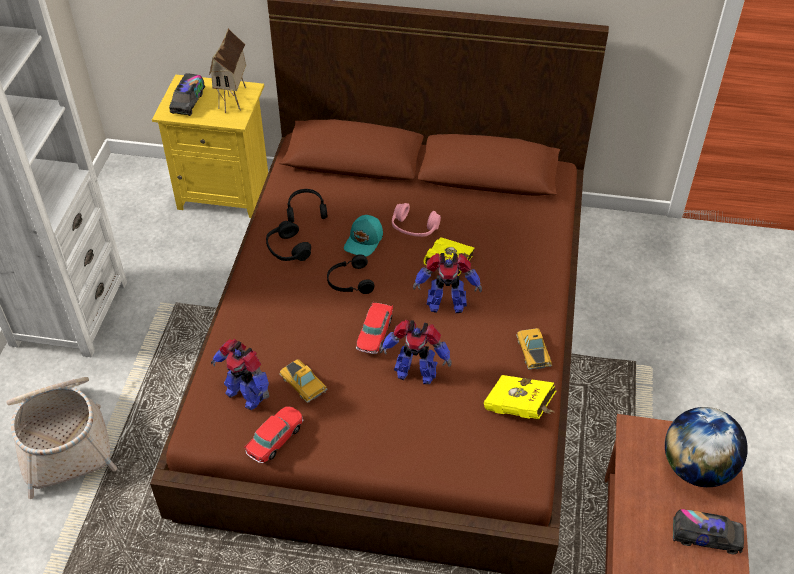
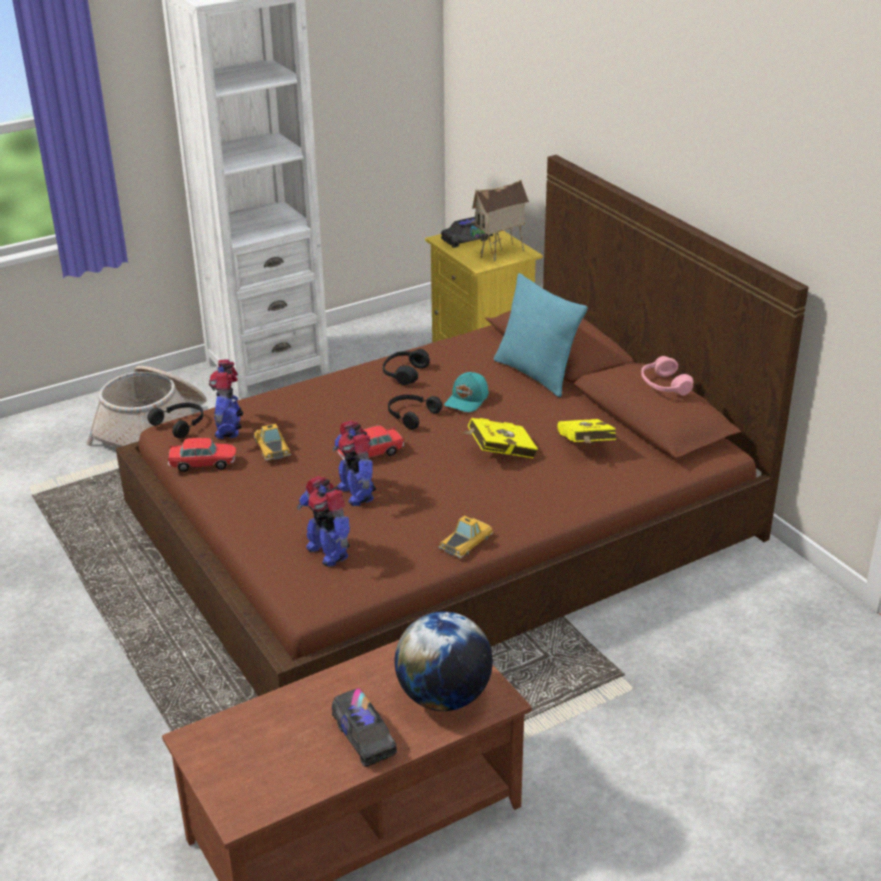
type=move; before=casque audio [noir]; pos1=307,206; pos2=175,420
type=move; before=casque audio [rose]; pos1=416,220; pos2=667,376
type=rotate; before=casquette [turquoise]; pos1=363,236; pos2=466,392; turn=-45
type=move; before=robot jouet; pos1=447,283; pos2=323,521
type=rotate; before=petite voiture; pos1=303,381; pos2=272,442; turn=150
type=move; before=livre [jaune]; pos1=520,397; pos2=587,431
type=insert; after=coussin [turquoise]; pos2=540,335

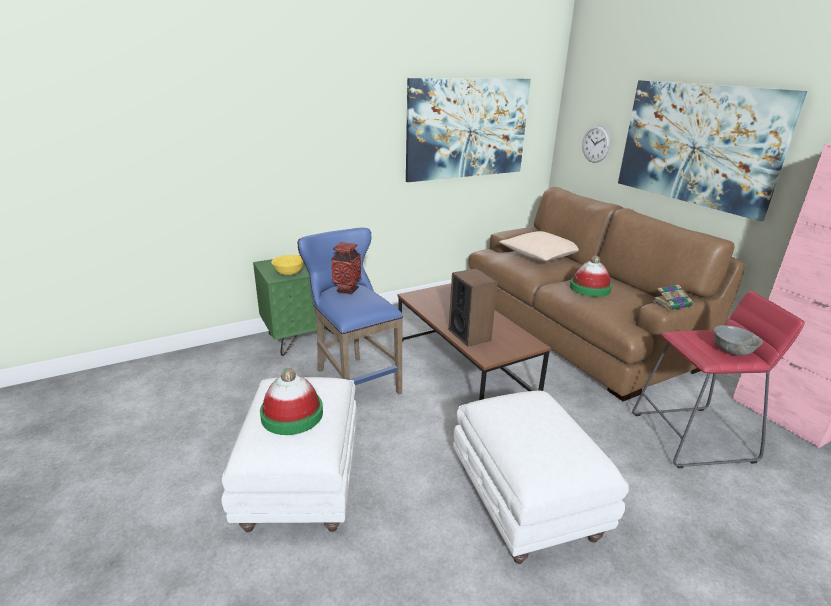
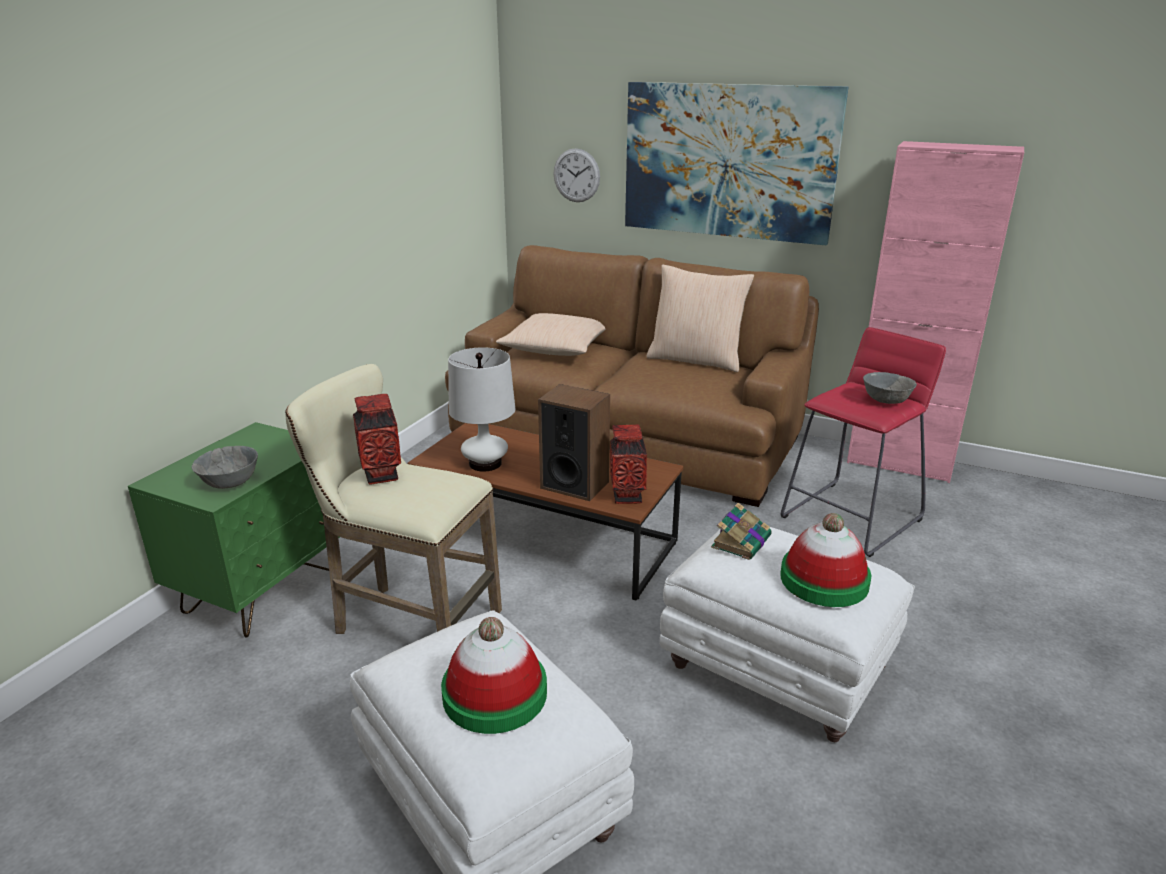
type=delete; before=tableau; pos1=468,130
type=recolor; before=tabouret [bleu]; after=tabouret [beige]; pos1=350,311; pos2=393,499
type=recolor; before=bol [jaune]; after=bol [gris]; pos1=287,265; pos2=225,467
type=move; before=chapeau; pos1=591,276; pos2=825,560
type=move; before=livre; pos1=672,297; pos2=741,531
type=insert; after=coussin [beige]; pos2=700,318
type=insert; after=lampe de table [blanc]; pos2=481,409
type=insert; after=vase; pos2=628,464

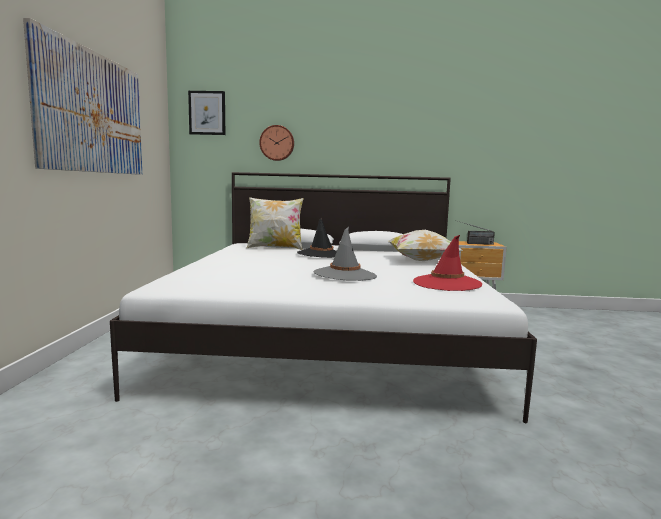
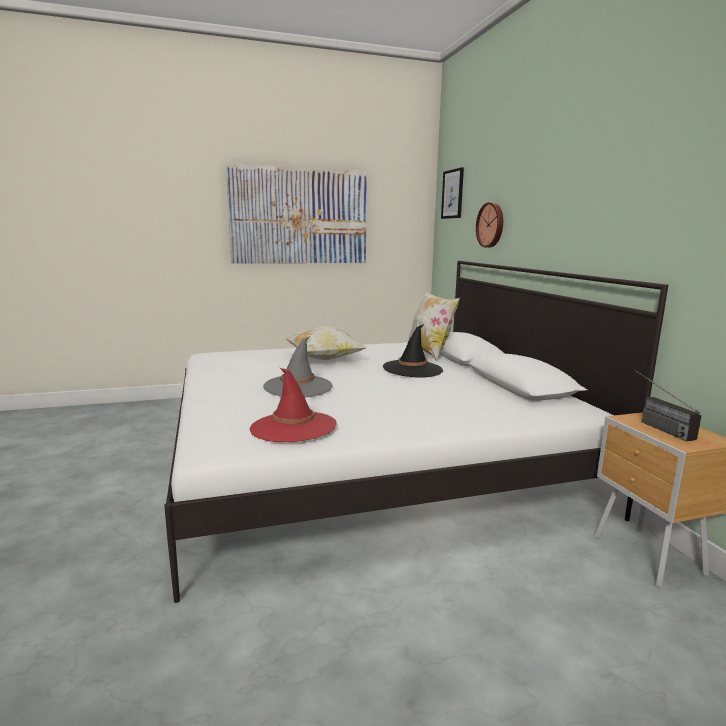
type=move; before=coussin; pos1=426,245; pos2=325,342

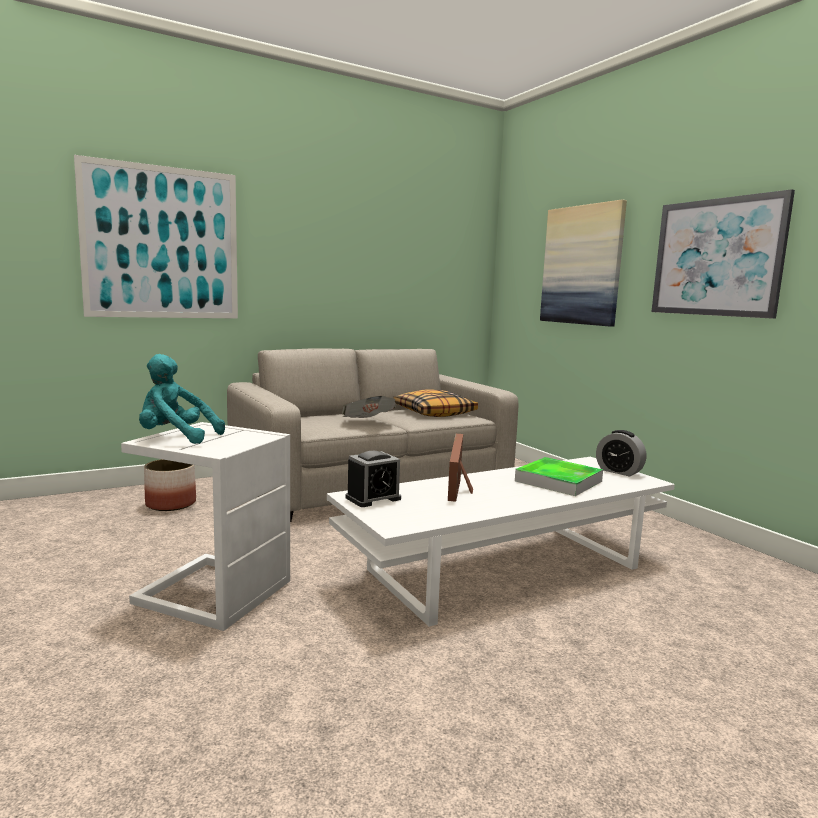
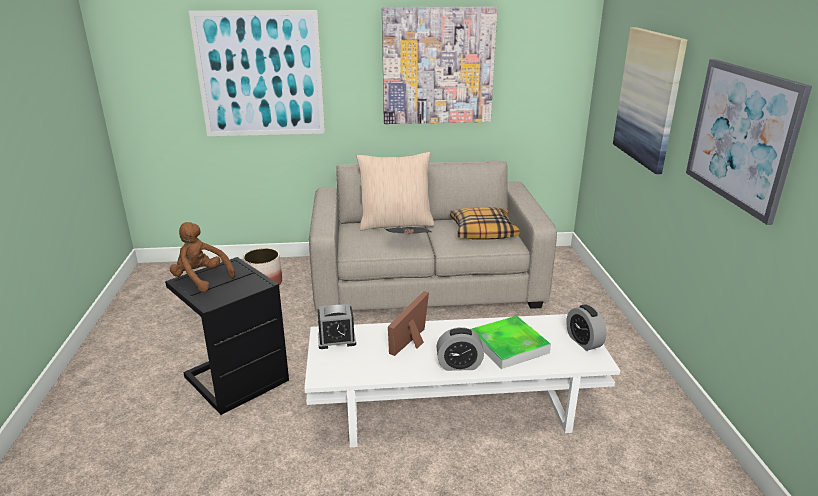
type=recolor; before=peluche [turquoise]; after=peluche [marron]; pos1=182,399; pos2=202,257
type=recolor; before=table d'appoint [blanc]; after=table d'appoint [noir]; pos1=205,526; pos2=227,336
type=insert; after=tableau; pos2=440,65
type=insert; after=coussin [beige]; pos2=395,191
type=insert; after=réveil; pos2=460,349

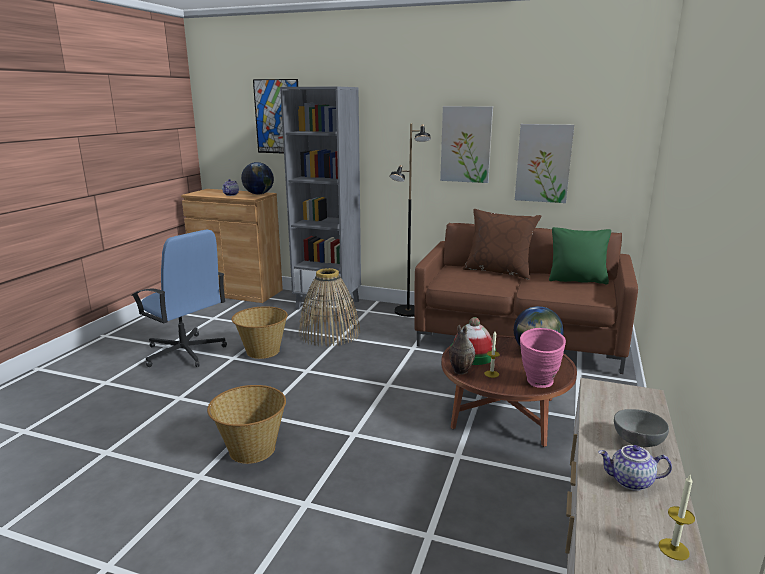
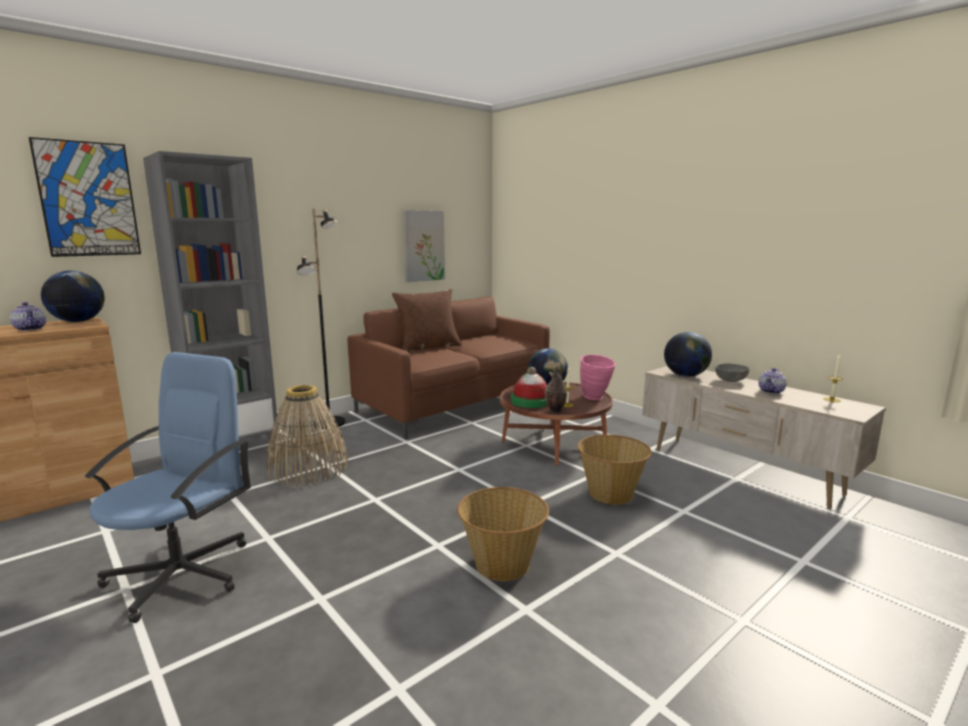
type=delete; before=tableau; pos1=466,144
type=delete; before=coussin [vert]; pos1=580,255
type=rotate; before=chaise de bureau [bleu]; pos1=179,298; pos2=168,487; turn=-45
type=move; before=panier; pos1=259,332; pos2=615,470
type=insert; after=globe; pos2=688,354

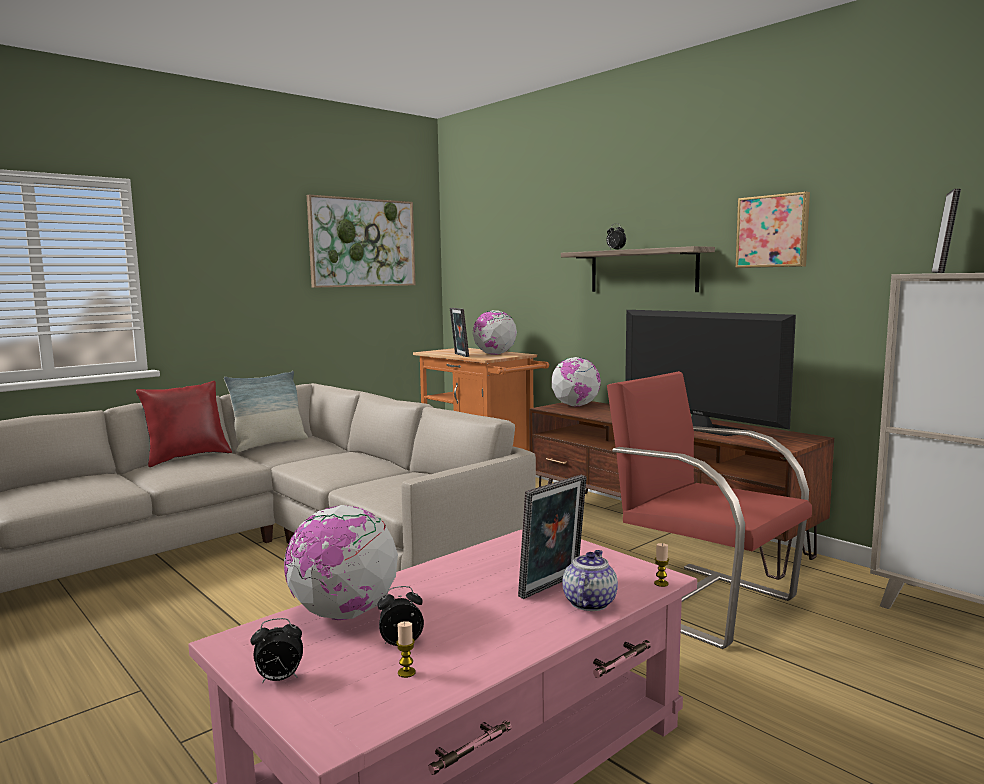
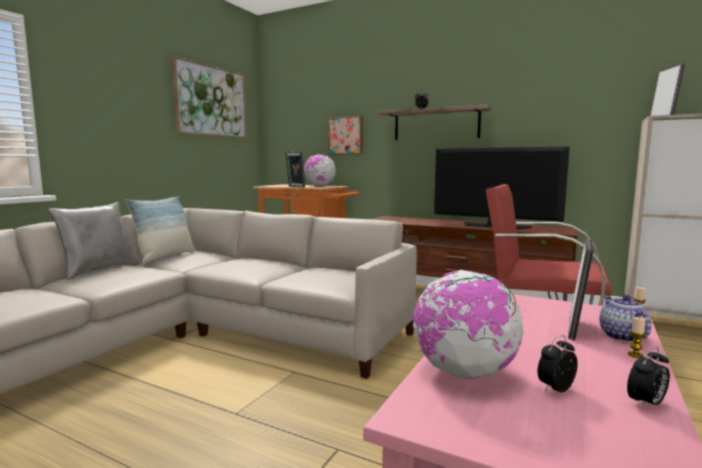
type=move; before=tableau; pos1=772,230; pos2=345,135
type=delete; before=globe; pos1=576,381
type=recolor; before=coussin [rouge]; after=coussin [gris]; pos1=184,424; pos2=93,241
type=move; before=réveil; pos1=276,650; pos2=648,378
type=move; before=bougie; pos1=406,649; pos2=637,337

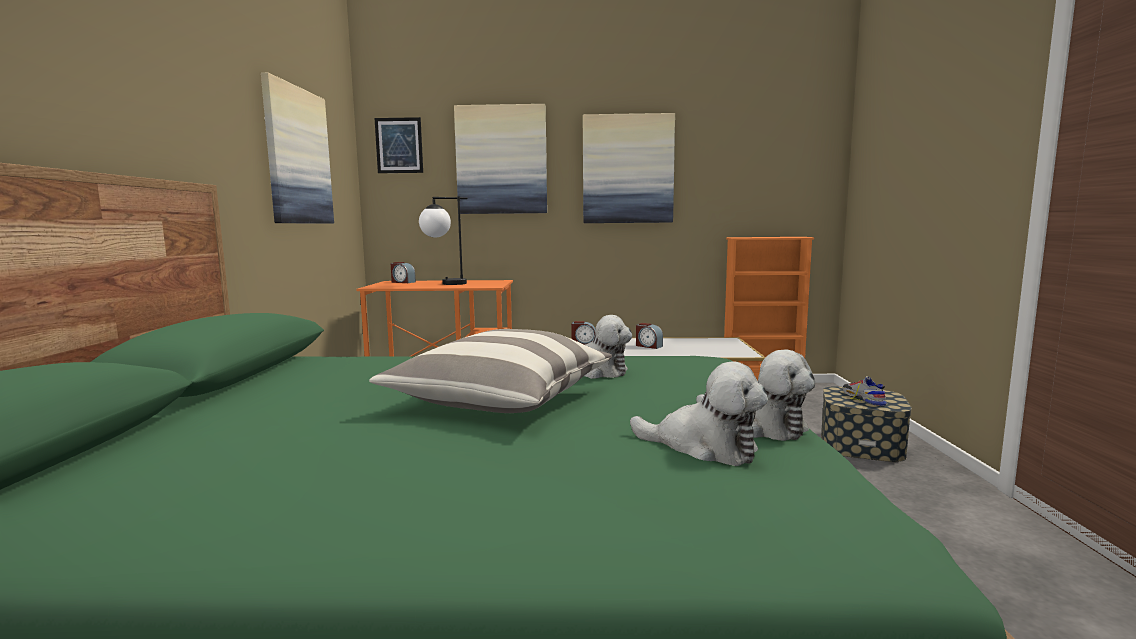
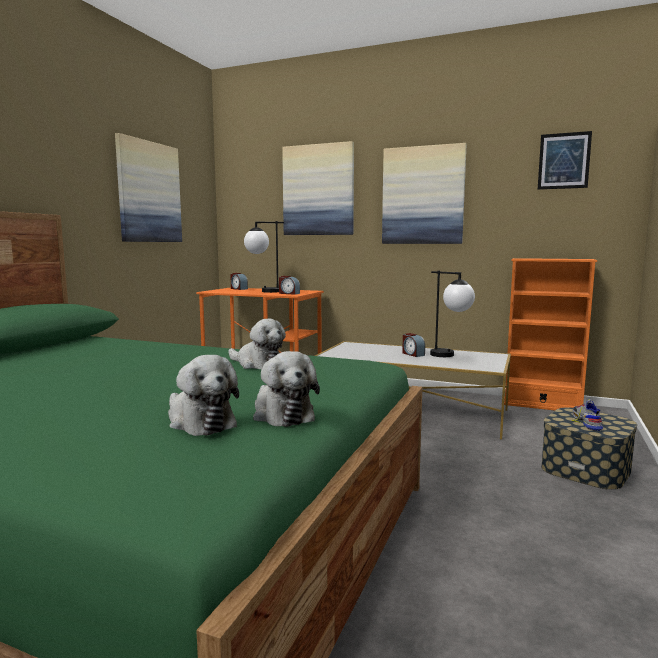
type=move; before=tableau; pos1=398,145; pos2=565,160
type=move; before=réveil; pos1=583,332; pos2=289,285
type=delete; before=coussin; pos1=490,371
type=insert; after=lampe de table; pos2=452,314

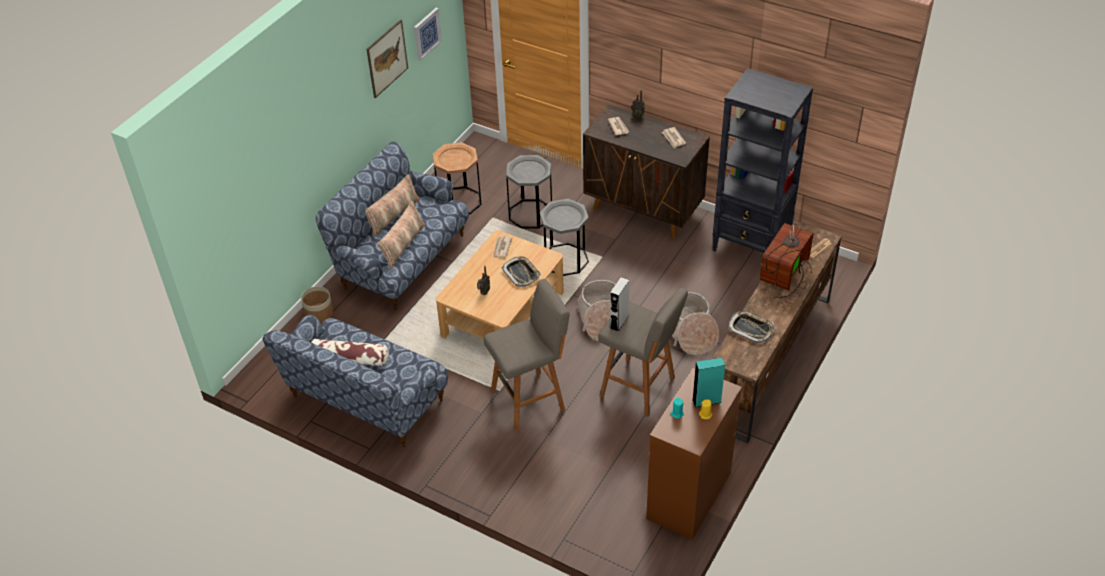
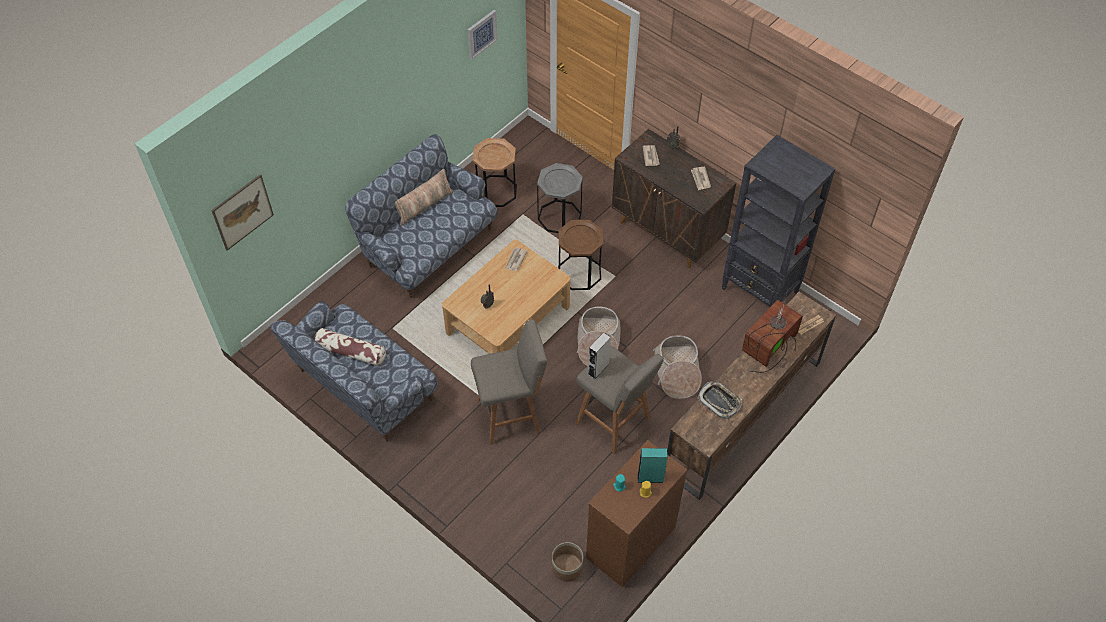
type=move; before=tableau; pos1=387,58; pos2=242,212
type=recolor; before=table d'appoint [gris]; after=table d'appoint [marron]; pos1=564,237; pos2=580,255
type=delete; before=coussin; pos1=401,235
type=delete; before=plateau; pos1=521,271
type=move; before=cache-pot; pos1=317,304; pos2=567,562

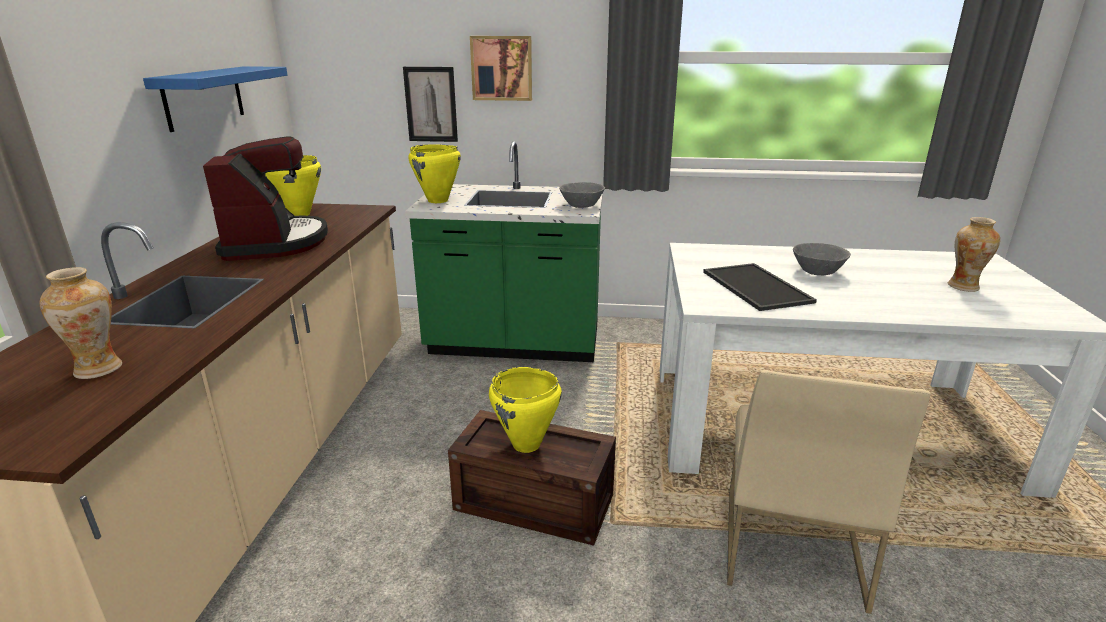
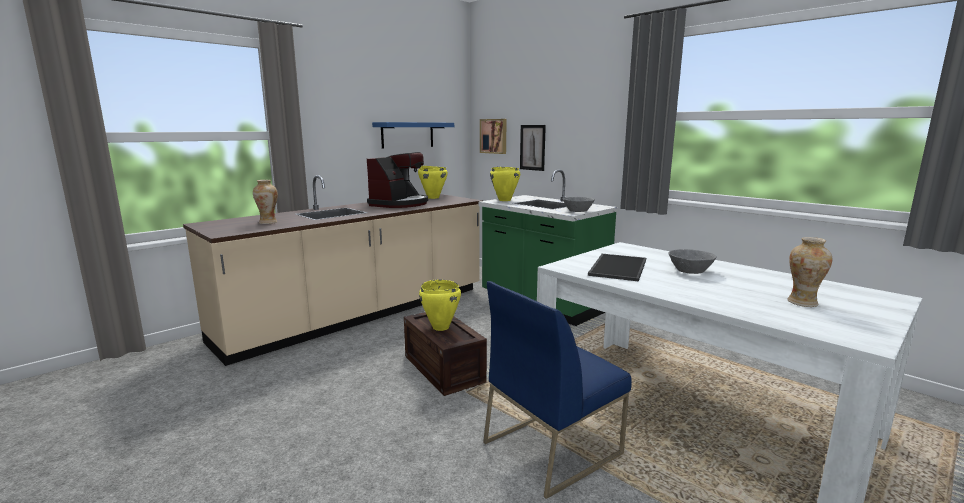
type=move; before=tableau; pos1=501,68; pos2=493,136
type=recolor; before=chaise [beige]; after=chaise [bleu]; pos1=829,492; pos2=557,390

